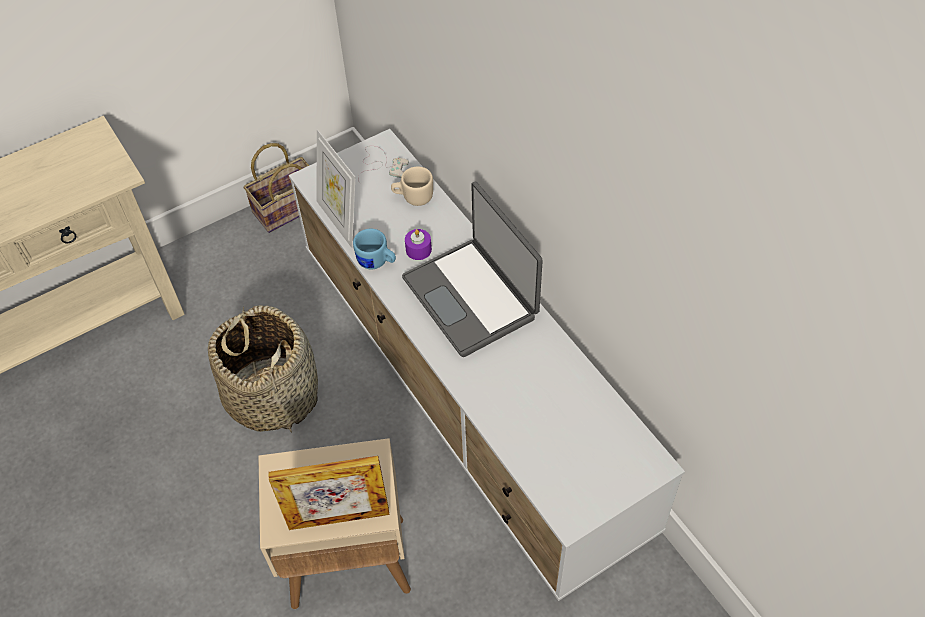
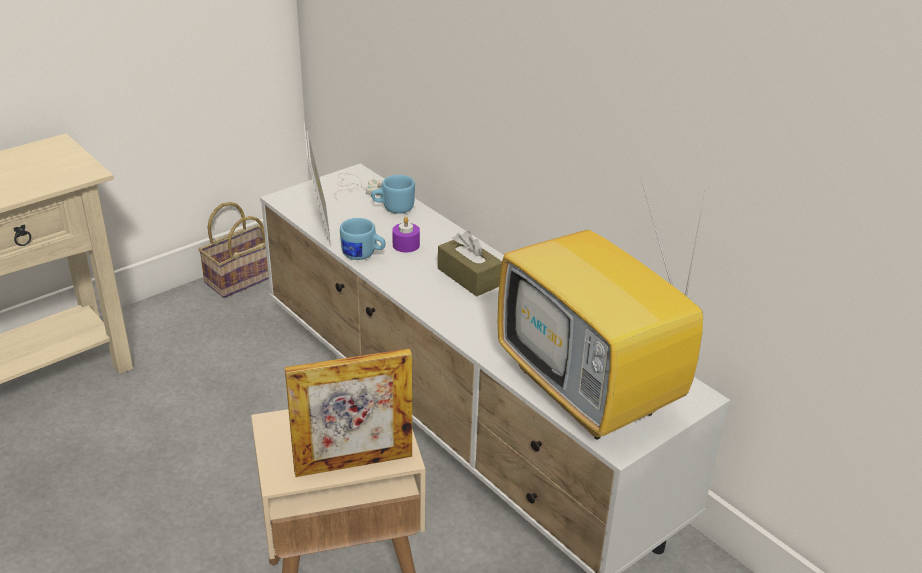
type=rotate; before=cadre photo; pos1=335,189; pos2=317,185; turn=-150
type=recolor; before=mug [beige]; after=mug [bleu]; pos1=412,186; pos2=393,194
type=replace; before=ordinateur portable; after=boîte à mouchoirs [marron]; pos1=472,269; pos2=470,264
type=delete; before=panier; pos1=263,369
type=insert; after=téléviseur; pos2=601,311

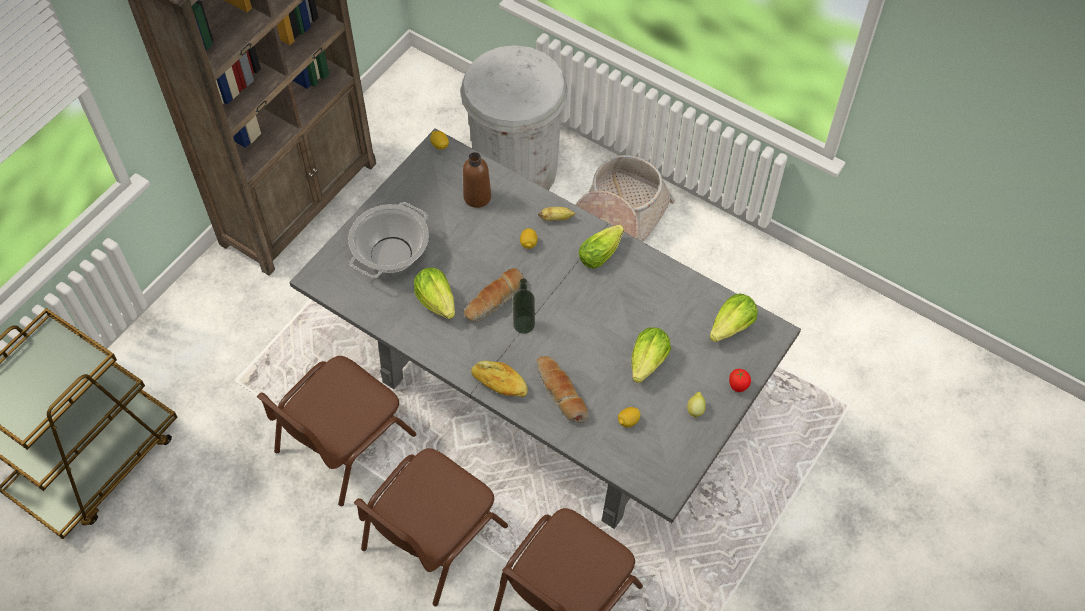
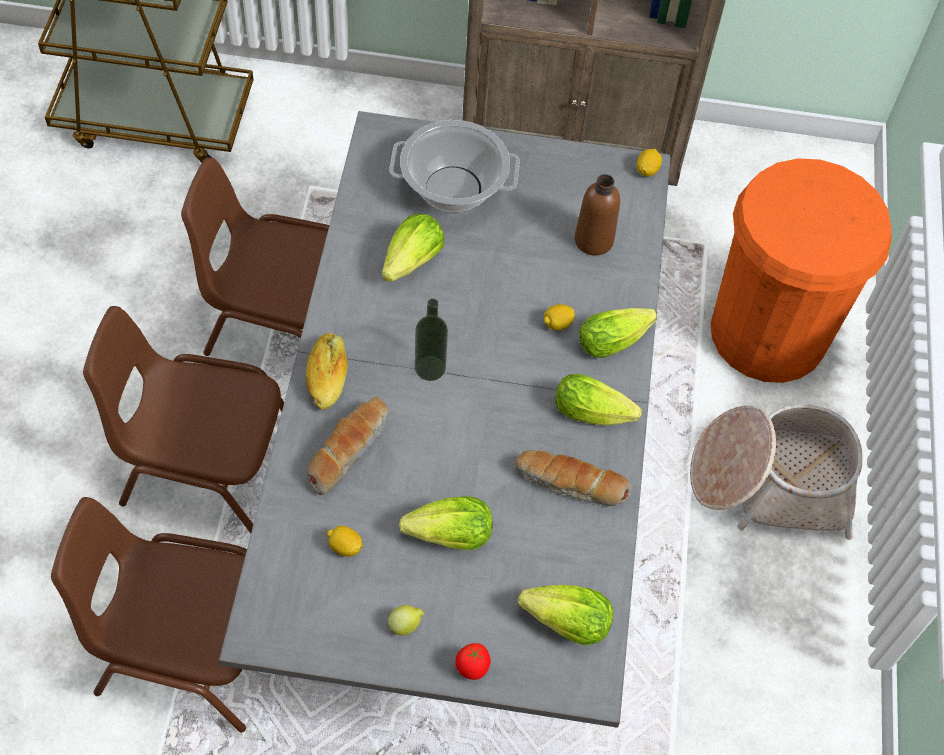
type=recolor; before=poubelle [blanc]; after=poubelle [orange]; pos1=514,117; pos2=801,270
type=replace; before=banane; after=laitue; pos1=556,214; pos2=618,332
type=move; before=pain; pos1=494,294; pos2=574,478

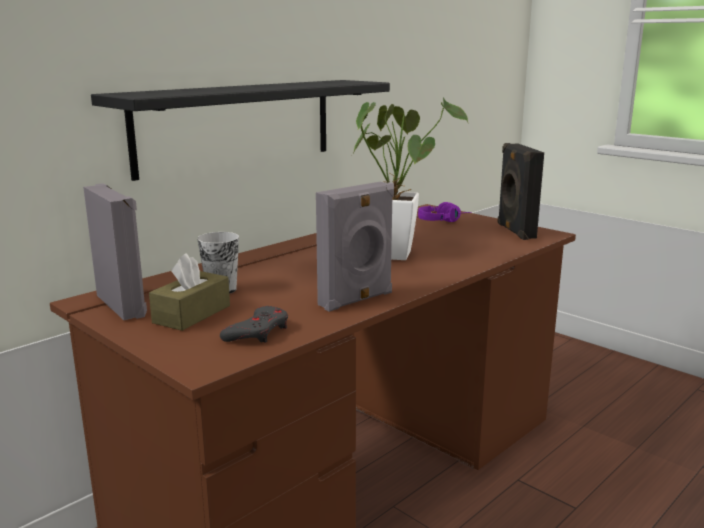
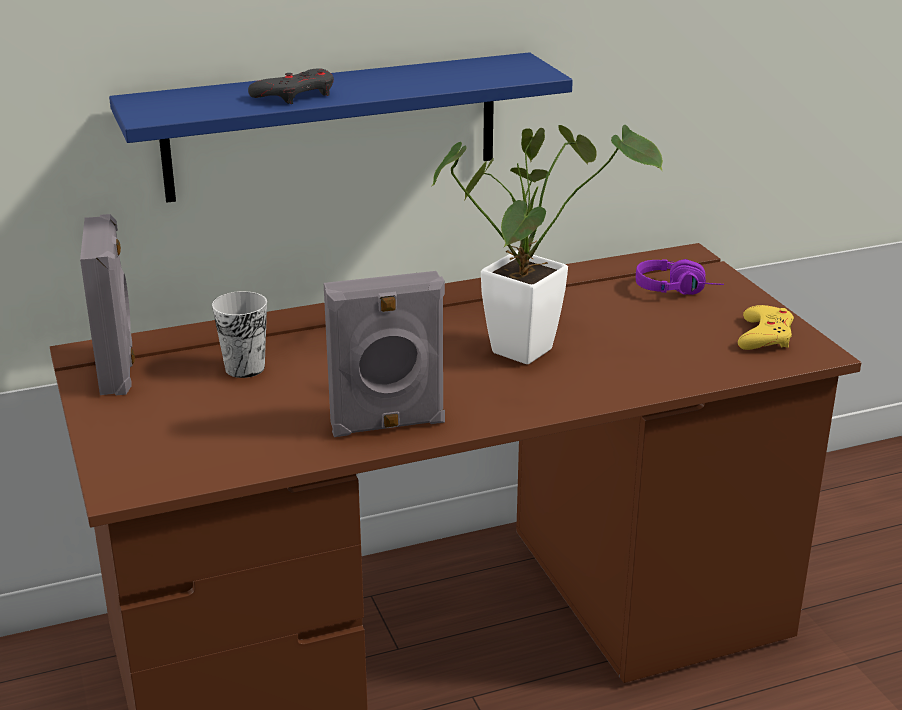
type=recolor; before=étagère [noir]; after=étagère [bleu]; pos1=240,130; pos2=341,127
type=replace; before=enceinte [noir]; after=manette [jaune]; pos1=520,191; pos2=766,327
type=delete; before=boîte à mouchoirs [marron]; pos1=189,292
type=move; before=manette [gris]; pos1=254,324; pos2=291,86

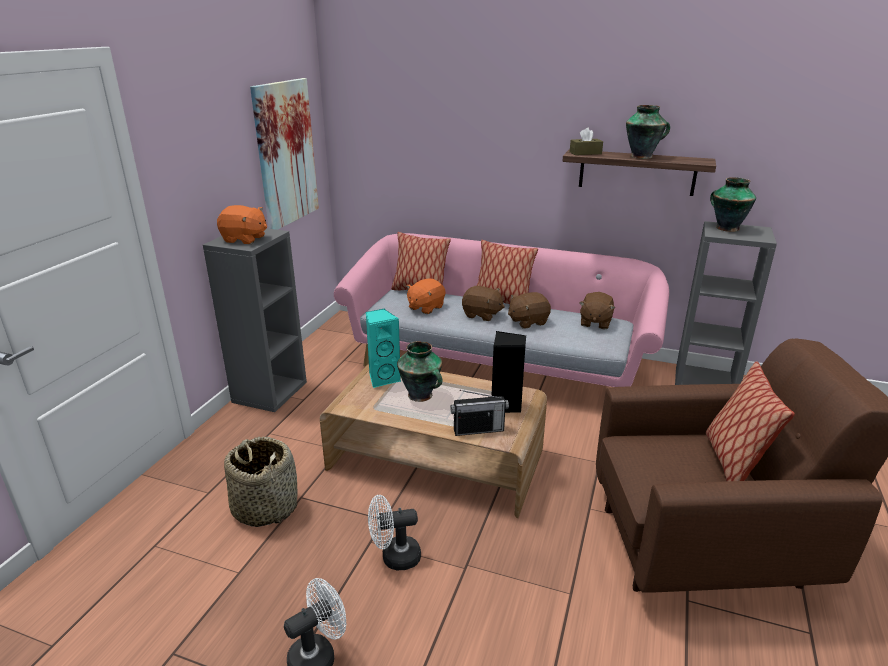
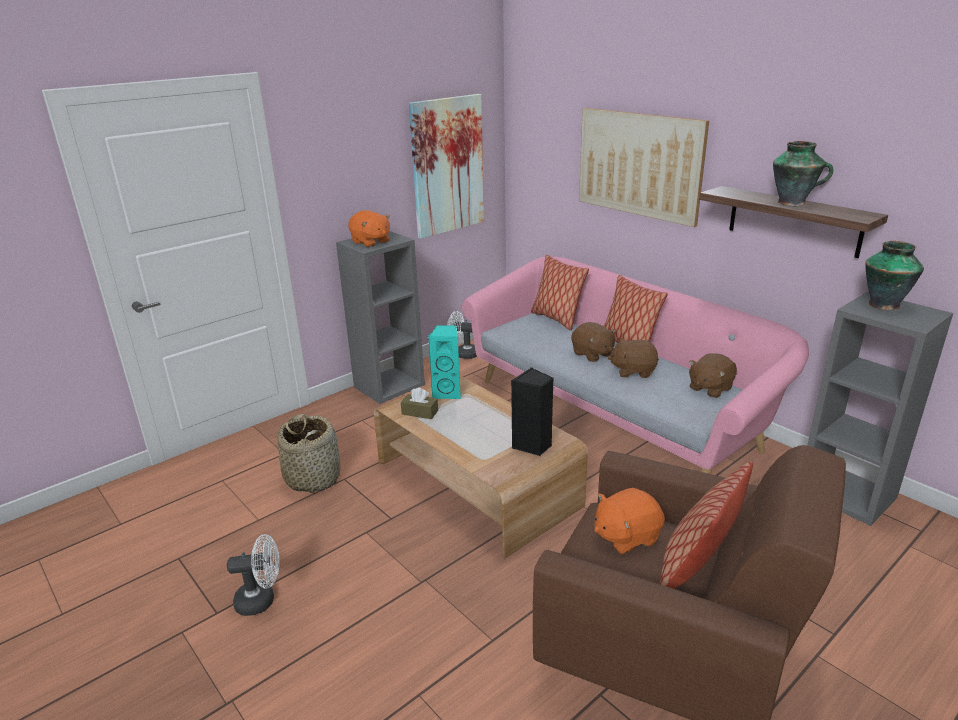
type=move; before=boîte à mouchoirs [marron]; pos1=586,141; pos2=419,403
type=move; before=peluche [orange]; pos1=425,296; pos2=629,521
type=delete; before=vase; pos1=419,371
type=delete; before=radio; pos1=479,413
type=move; before=ventilateur [blanc]; pos1=394,532; pos2=462,335
type=insert; after=tableau; pos2=644,167

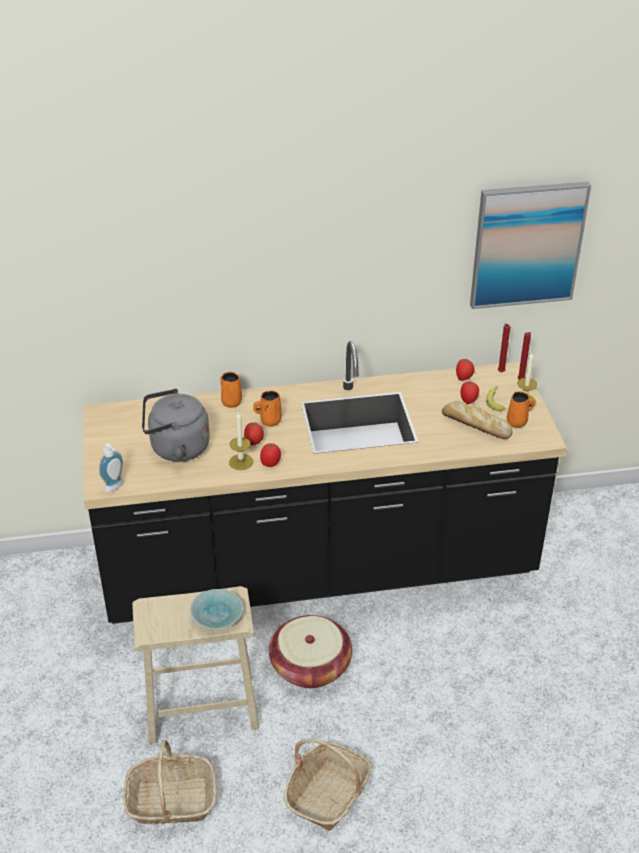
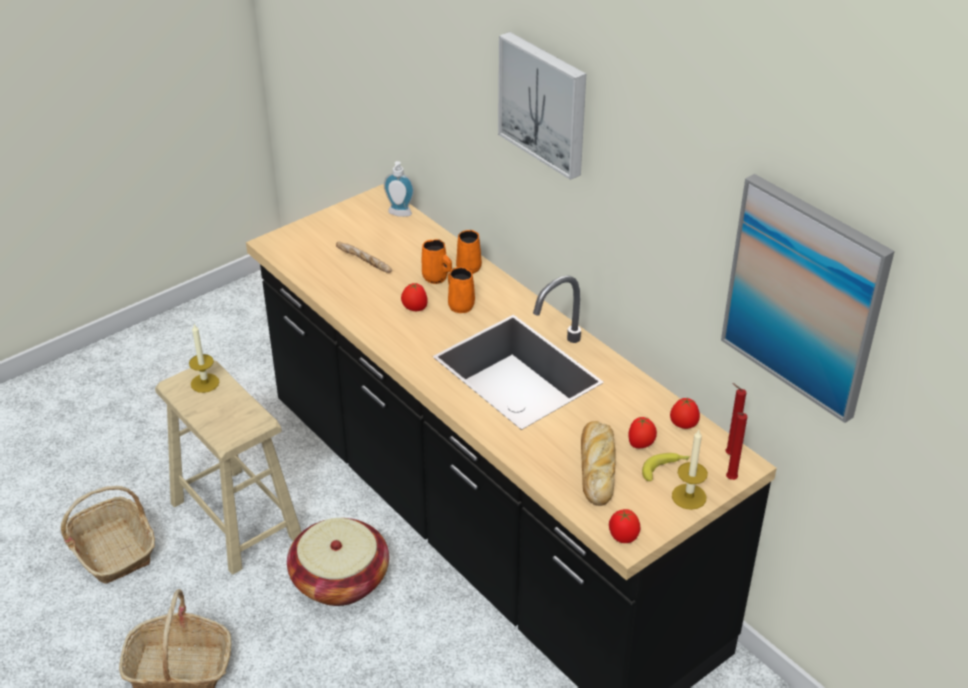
type=replace; before=bouilloire [gris]; after=pain; pos1=176,425; pos2=364,257
type=move; before=mug [orange]; pos1=520,409; pos2=436,261
type=move; before=bougie; pos1=241,441; pos2=204,358
type=move; before=distributeur de savon; pos1=111,467; pos2=399,189
type=move; before=tomate; pos1=270,455; pos2=625,526
type=delete; before=bol [turquoise]; pos1=216,609
type=insert; after=tableau; pos2=542,106

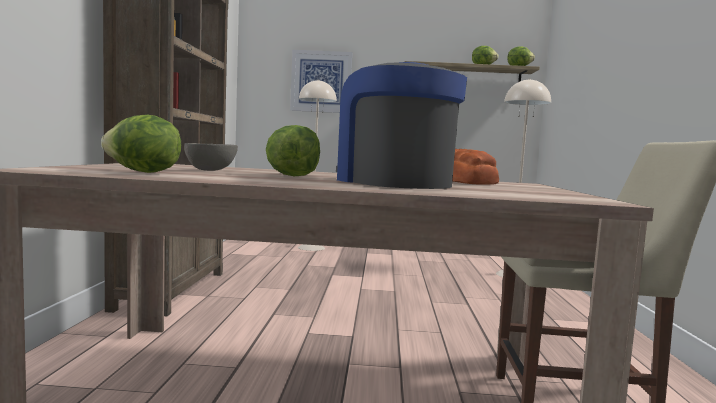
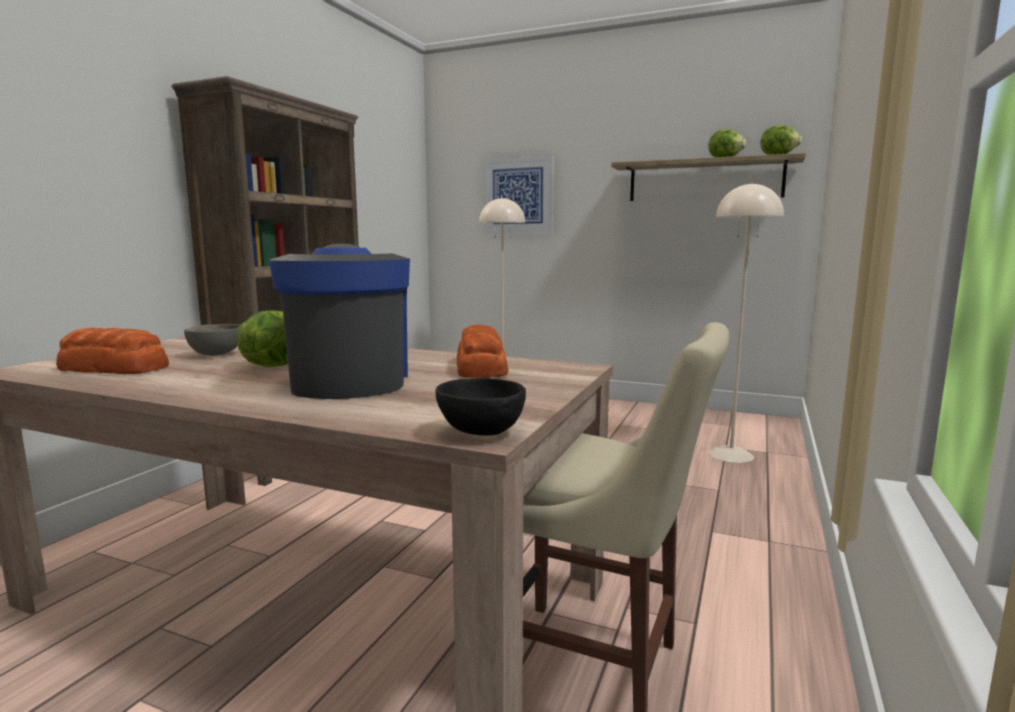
type=replace; before=laitue; after=pain; pos1=141,144; pos2=112,351
type=insert; after=bol [noir]; pos2=481,407

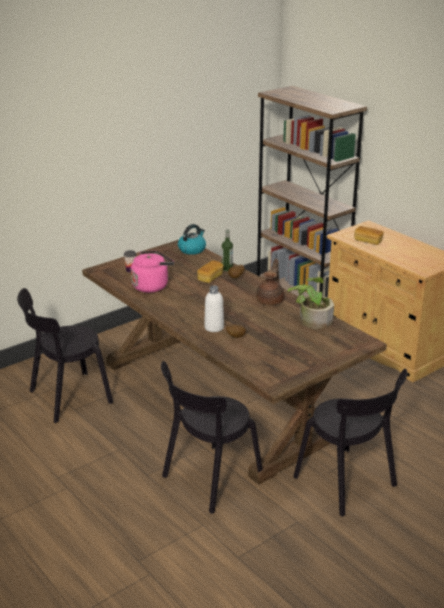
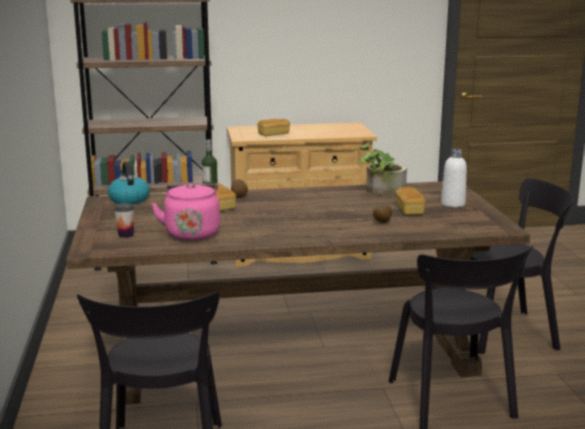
type=delete; before=théière [marron]; pos1=270,282
type=move; before=bouteille [blanc]; pos1=214,308; pos2=454,178
type=insert; after=pain; pos2=411,201

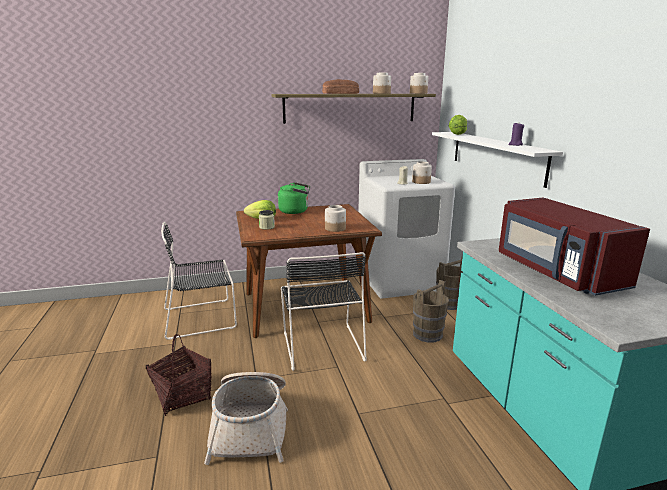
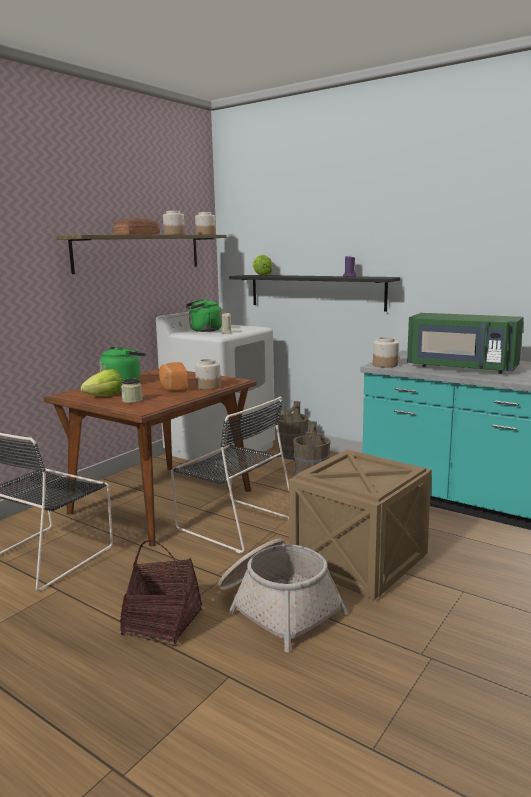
type=recolor; before=étagère [blanc]; after=étagère [noir]; pos1=497,160; pos2=314,293
type=move; before=bocal; pos1=422,173; pos2=386,352
type=recolor; before=micro-ondes [rouge]; after=micro-ondes [vert]; pos1=574,247; pos2=465,343
type=insert; after=bouilloire [vert]; pos2=204,315
type=insert; after=pain; pos2=173,376
type=insert; after=caisse; pos2=360,524

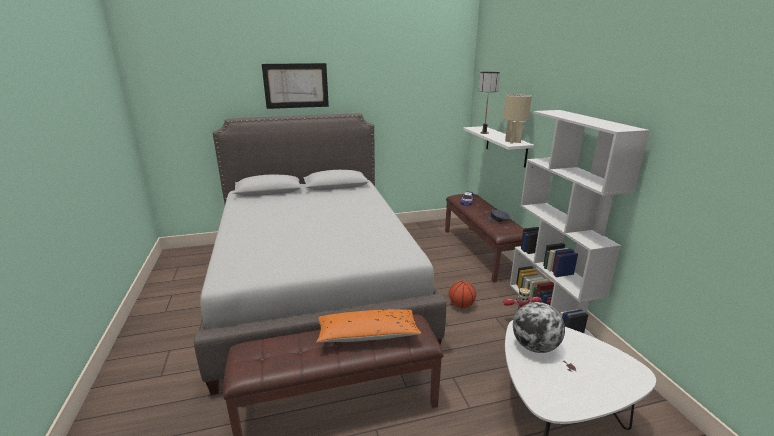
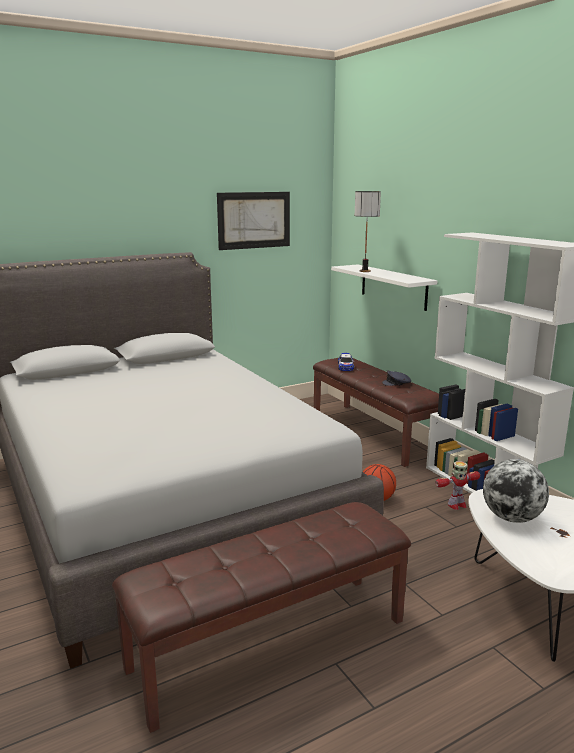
type=move; before=tableau; pos1=295,86; pos2=253,221
type=delete; before=lampe de table [beige]; pos1=517,119
type=delete; before=coussin [orange]; pos1=369,326

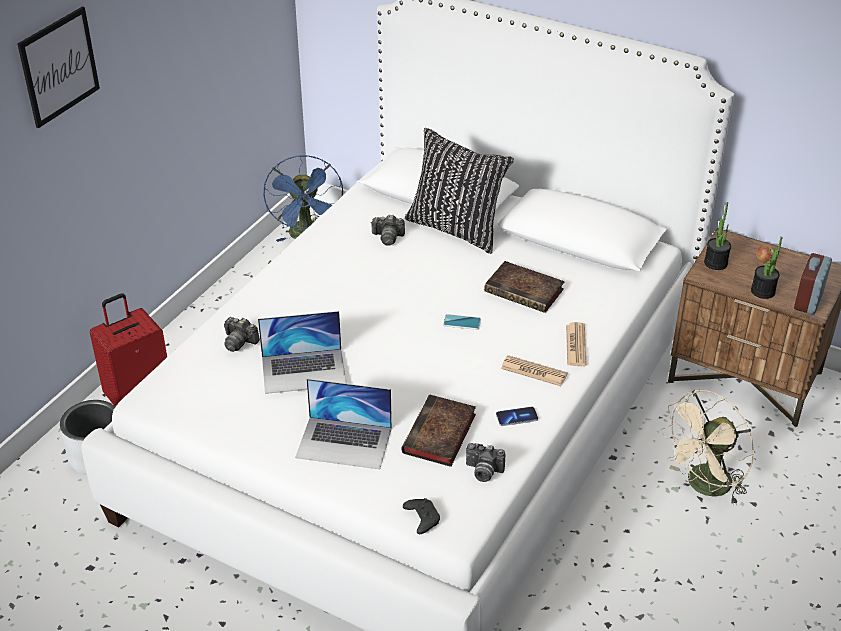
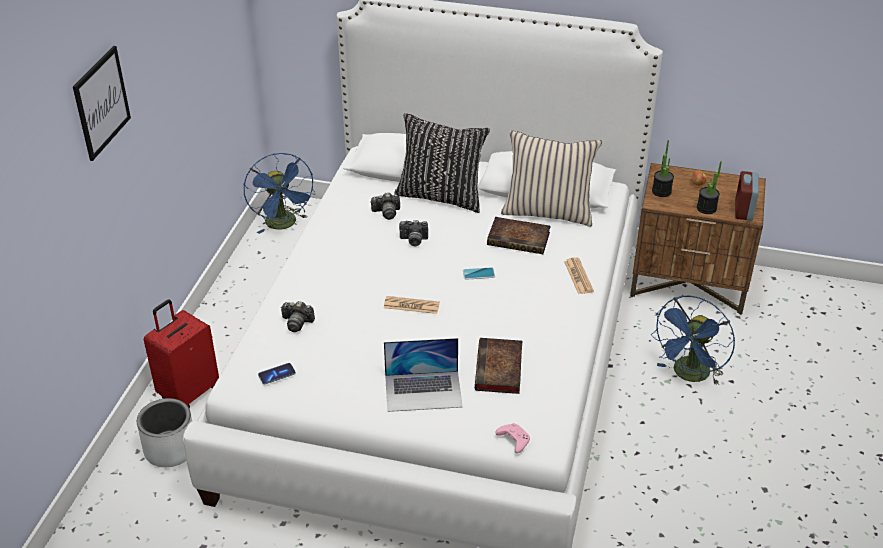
type=delete; before=ordinateur portable; pos1=302,352
type=move; before=journal; pos1=534,370; pos2=412,305
type=recolor; before=ventilateur [beige]; after=ventilateur [bleu]; pos1=707,448; pos2=693,341
type=move; before=téléphone; pos1=517,416; pos2=277,373
type=move; before=appareil photo; pos1=485,462; pos2=413,233
type=recolor; before=manette [noir]; after=manette [rose]; pos1=421,516; pos2=512,438
type=insert; after=coussin [beige]; pos2=551,179

